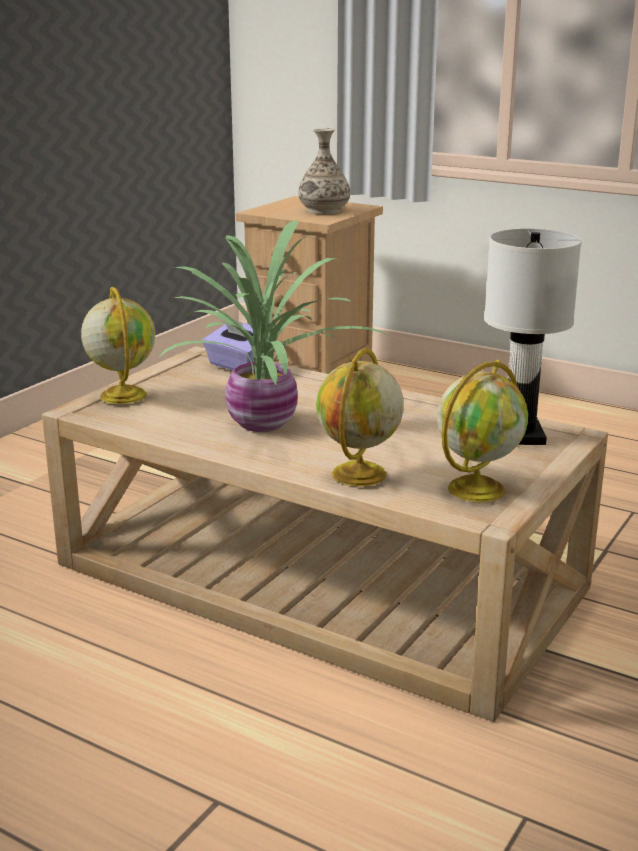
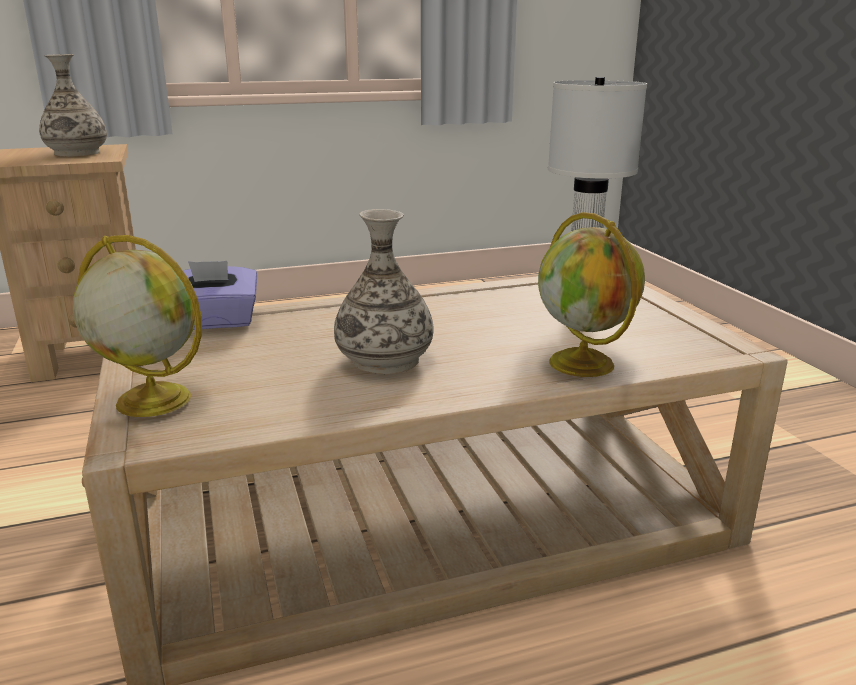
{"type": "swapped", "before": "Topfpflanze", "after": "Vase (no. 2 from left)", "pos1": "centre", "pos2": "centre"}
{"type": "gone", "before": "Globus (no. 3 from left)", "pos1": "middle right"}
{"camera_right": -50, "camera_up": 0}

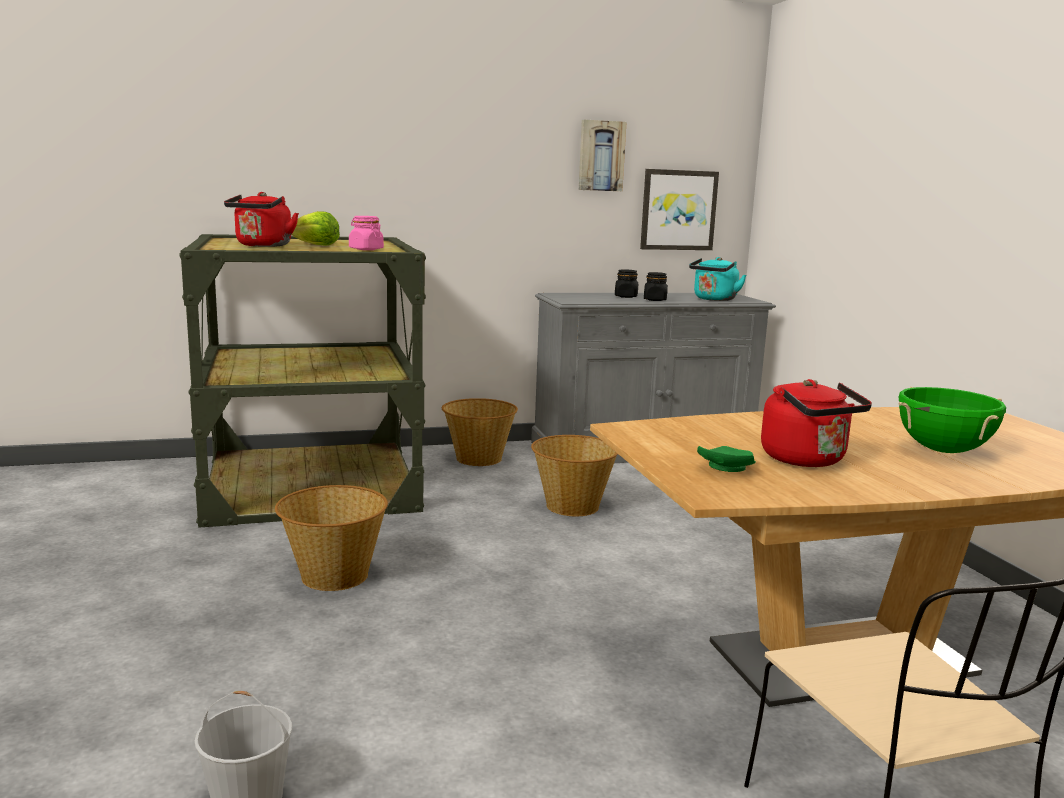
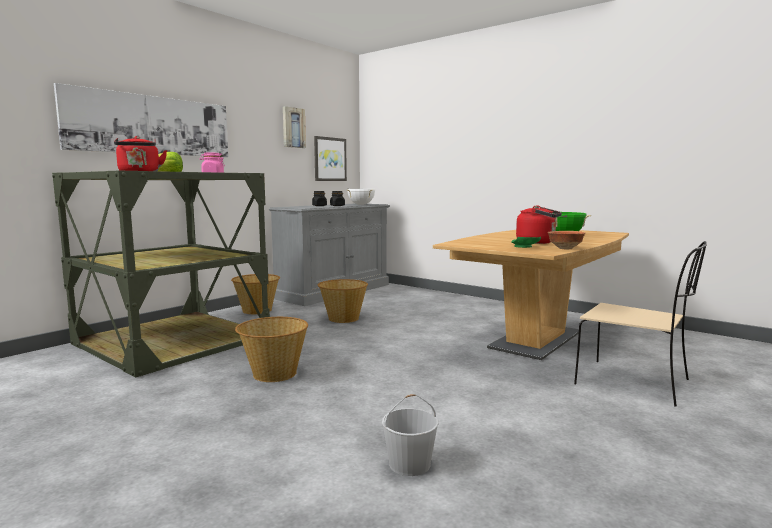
{"type": "swapped", "before": "Wasserkessel/türkis", "after": "Kochtopf/weiß", "pos1": "middle right", "pos2": "centre"}
{"type": "new", "after": "Bild (no. 1 from left)", "pos2": "top left"}
{"type": "new", "after": "Schüssel", "pos2": "middle right"}
{"camera_right": -35, "camera_up": -5}

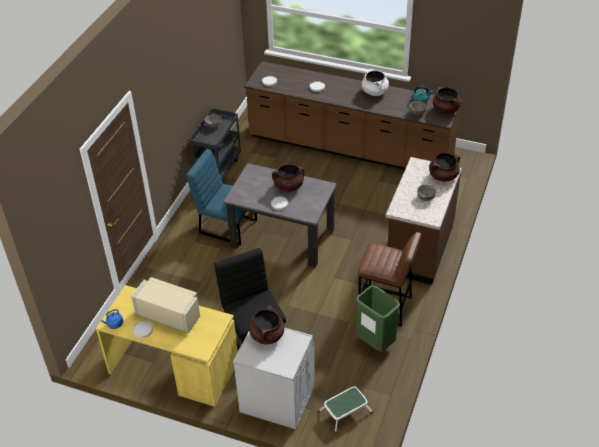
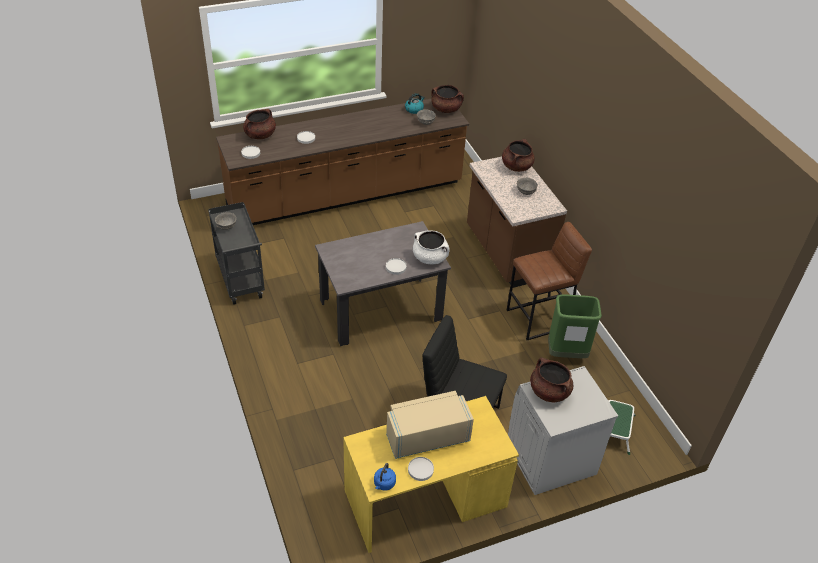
{"type": "shifted", "before": "Kochtopf/weiß", "pos1": "top centre", "pos2": "centre"}
{"type": "gone", "before": "Stuhl/blau", "pos1": "centre"}
{"type": "shifted", "before": "Kochtopf/braun (no. 2 from left in the first image)", "after": "Kochtopf/braun (no. 1 from left)", "pos1": "centre", "pos2": "top left"}
{"camera_right": -45, "camera_up": 0}

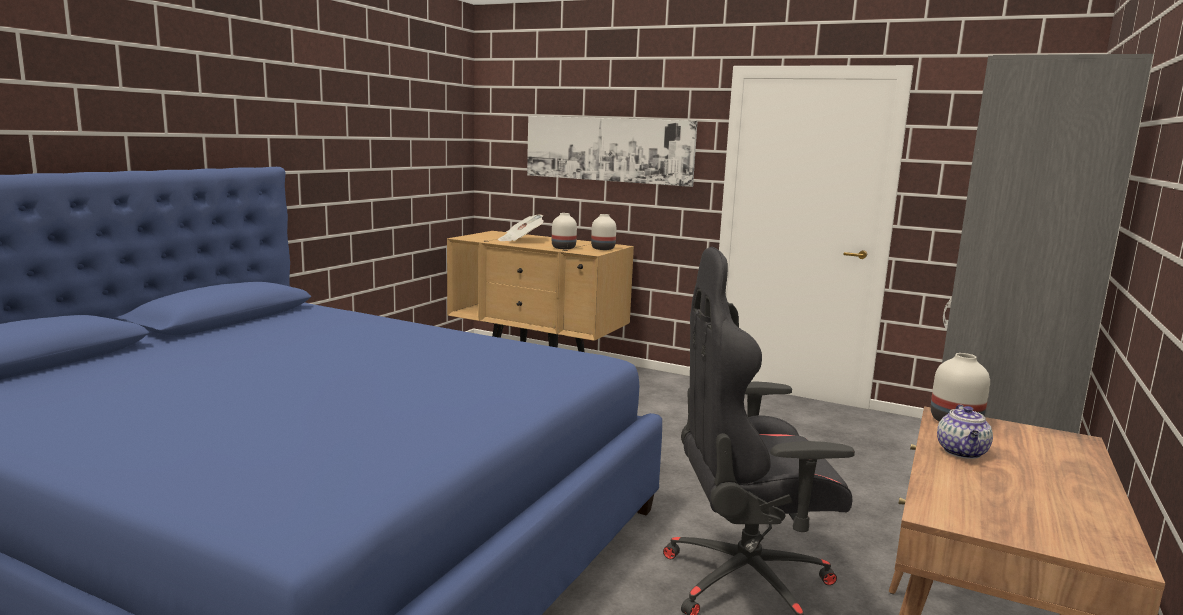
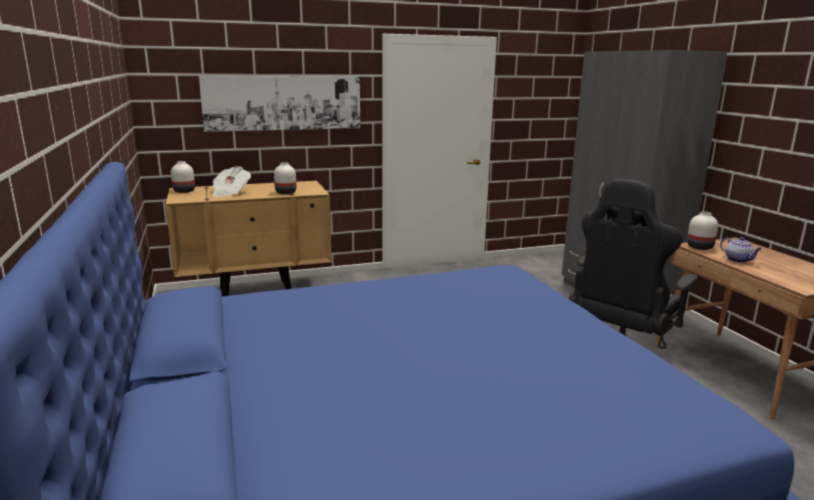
{"type": "shifted", "before": "Vase/weiß (no. 2 from left in the first image)", "after": "Vase/weiß (no. 1 from left)", "pos1": "centre", "pos2": "middle left"}
{"camera_right": -45, "camera_up": 5}

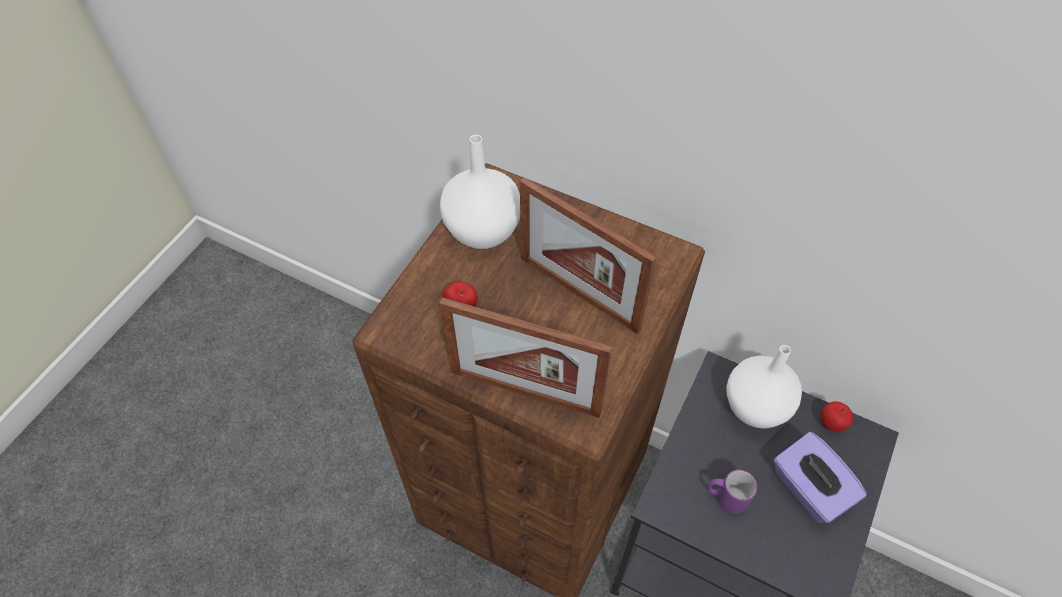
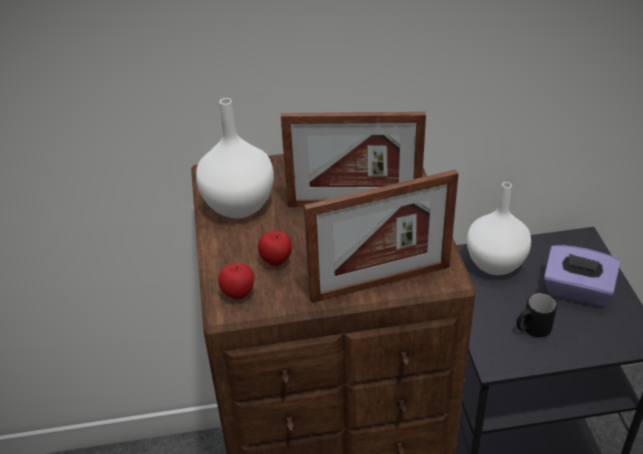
{"type": "shifted", "before": "Apfel (no. 2 from left in the first image)", "after": "Apfel (no. 1 from left)", "pos1": "bottom right", "pos2": "centre"}
{"type": "repainted", "before": "Henkelbecher/lila", "after": "Henkelbecher/schwarz", "pos1": "bottom right", "pos2": "bottom right"}
{"camera_right": -35, "camera_up": -15}

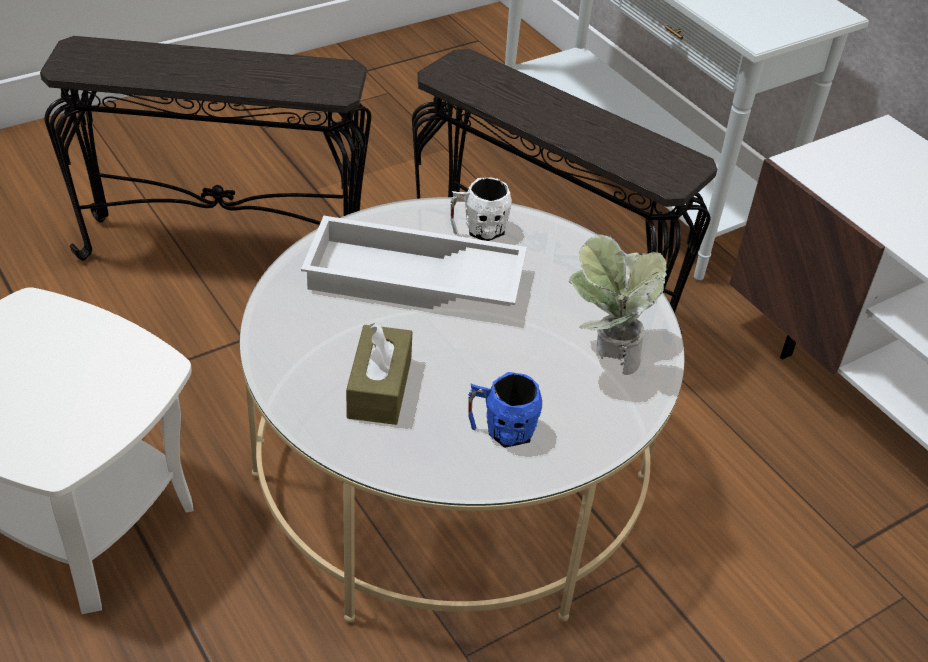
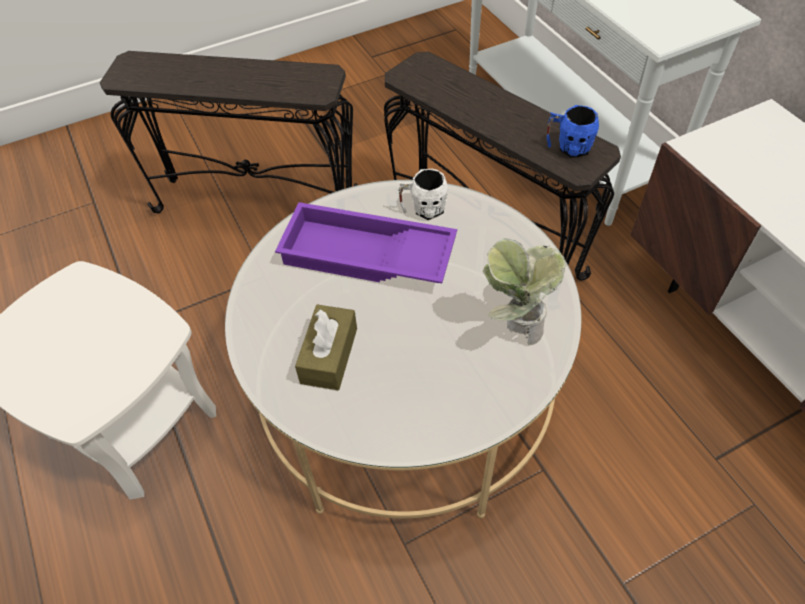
{"type": "repainted", "before": "Tablett/weiß", "after": "Tablett/lila", "pos1": "centre", "pos2": "centre"}
{"type": "shifted", "before": "Henkelbecher/blau", "pos1": "centre", "pos2": "top right"}
{"camera_right": 10, "camera_up": 10}

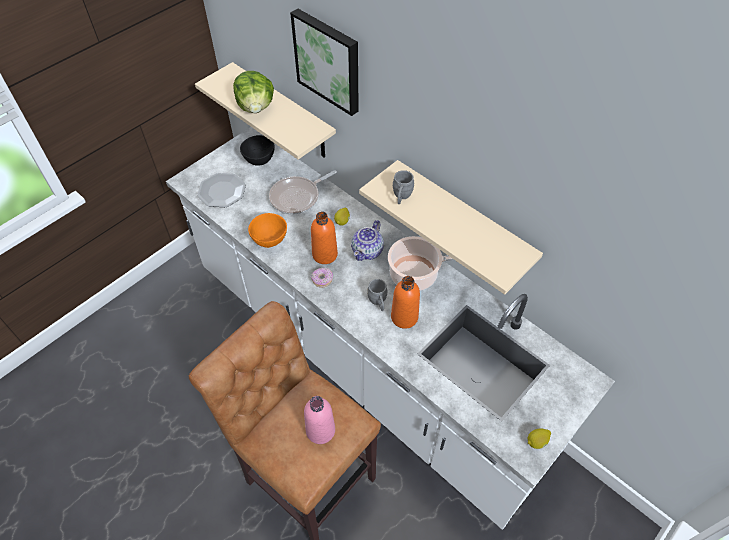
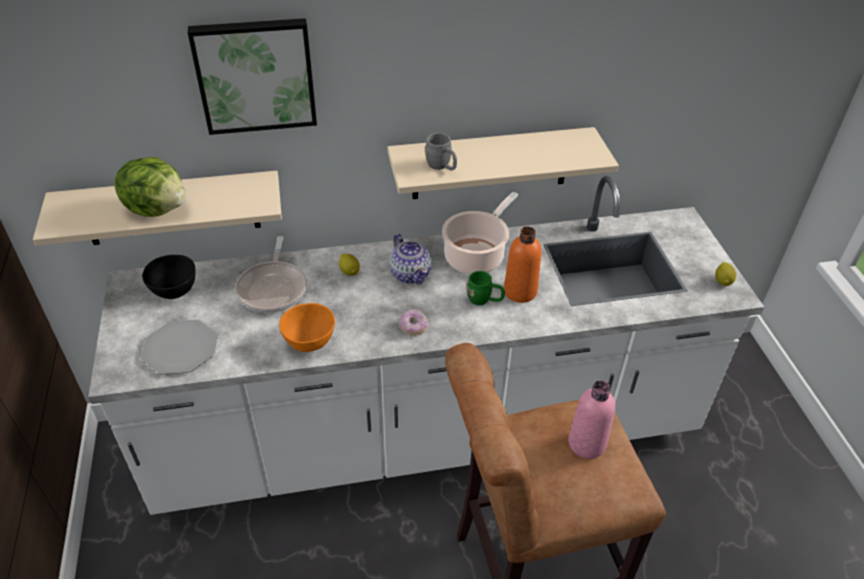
{"type": "gone", "before": "Flasche/orange (no. 1 from left)", "pos1": "centre"}
{"type": "repainted", "before": "Henkelbecher/grau (no. 1 from left)", "after": "Henkelbecher/grün", "pos1": "centre", "pos2": "centre"}
{"camera_right": -55, "camera_up": -10}

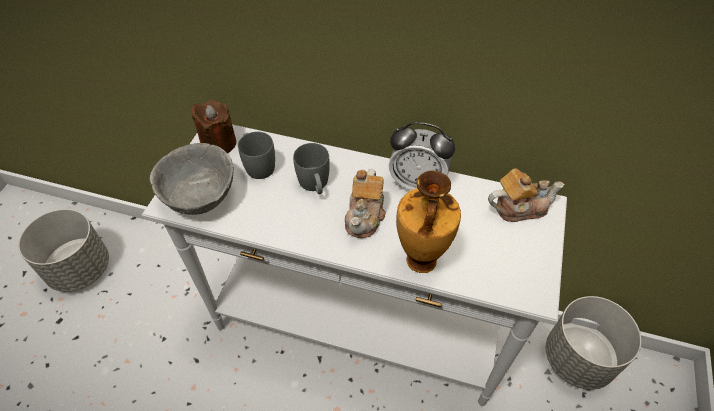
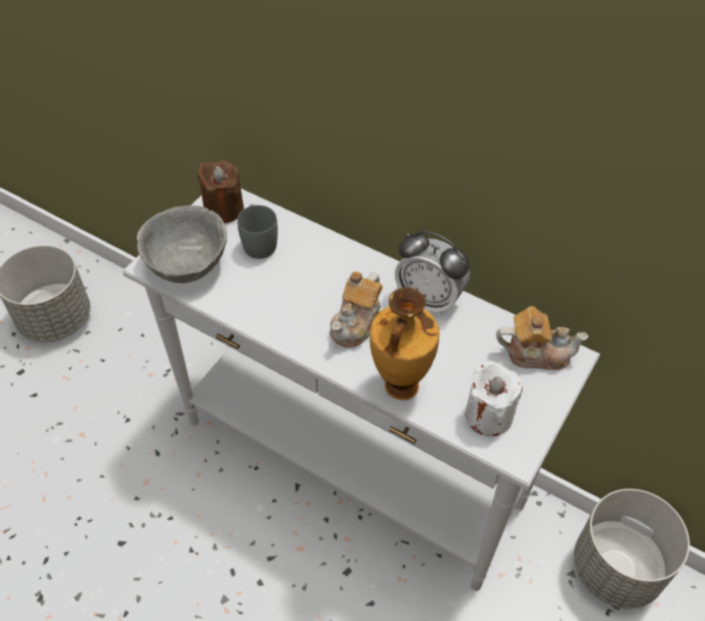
{"type": "gone", "before": "Henkelbecher/grau (no. 2 from left)", "pos1": "centre"}
{"type": "new", "after": "Kerze/weiß", "pos2": "middle right"}
{"camera_right": 15, "camera_up": 0}

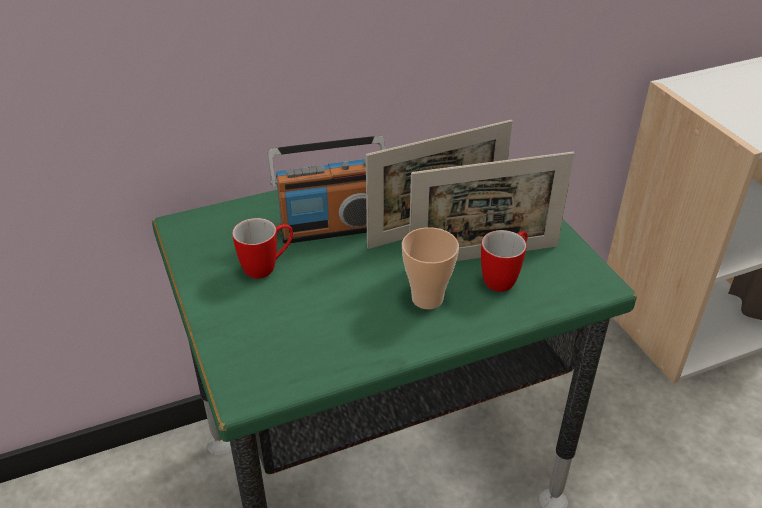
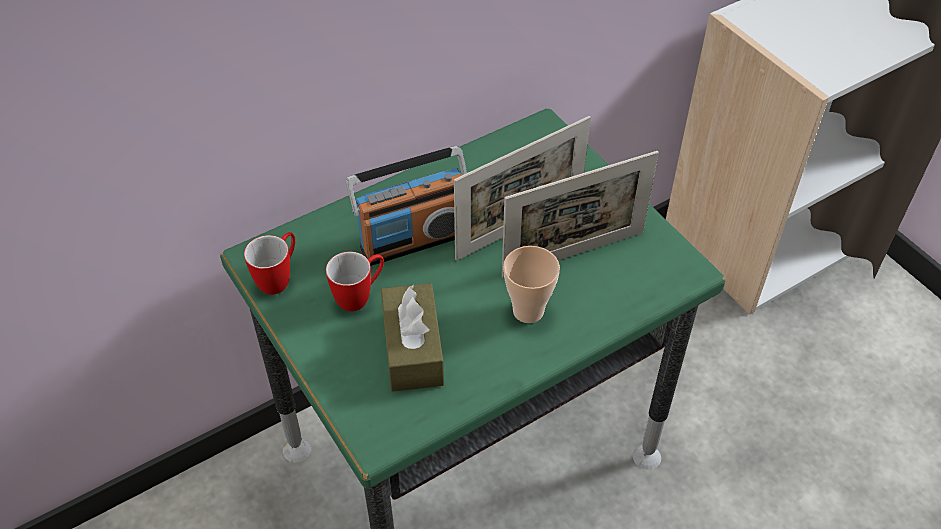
{"type": "shifted", "before": "Henkelbecher (no. 2 from left in the first image)", "after": "Henkelbecher (no. 1 from left)", "pos1": "centre", "pos2": "middle left"}
{"type": "new", "after": "Taschentuchbox/braun", "pos2": "centre"}
{"camera_right": -10, "camera_up": 10}

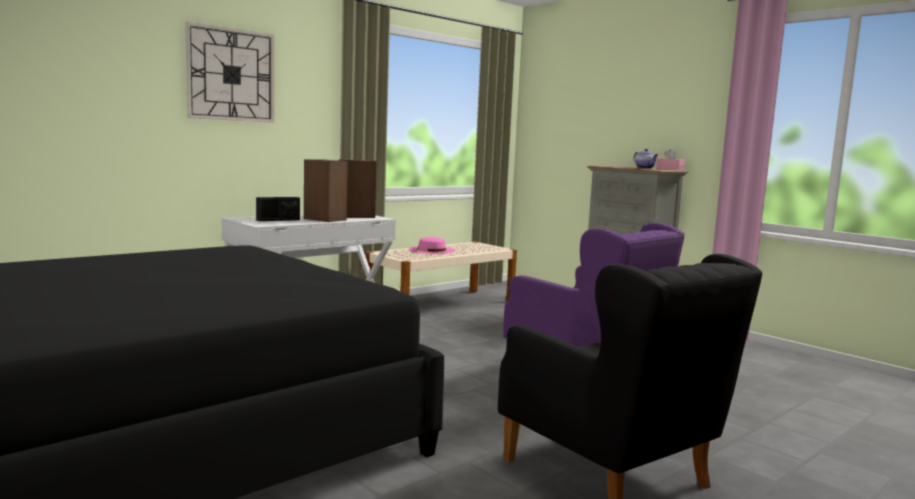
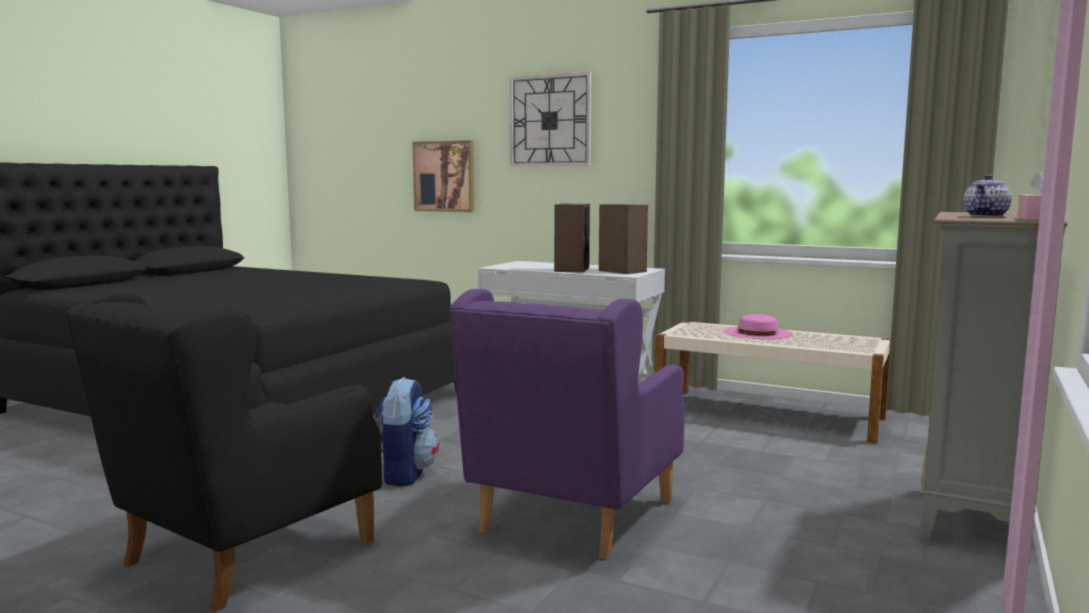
{"type": "gone", "before": "Radio", "pos1": "middle left"}
{"type": "new", "after": "Bild", "pos2": "top centre"}
{"type": "new", "after": "Rucksack", "pos2": "bottom centre"}
{"camera_right": 70, "camera_up": 0}

